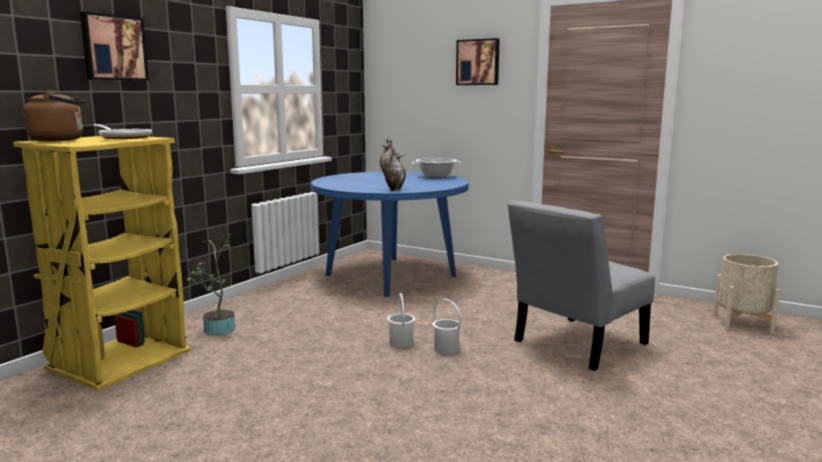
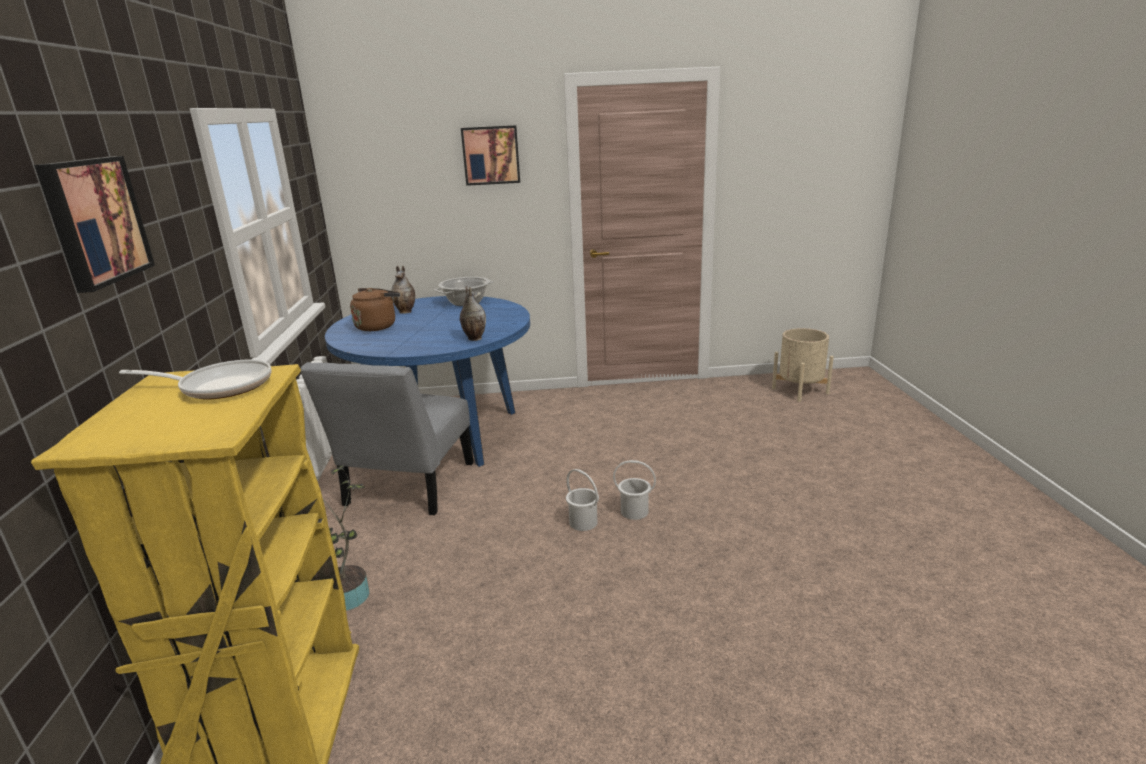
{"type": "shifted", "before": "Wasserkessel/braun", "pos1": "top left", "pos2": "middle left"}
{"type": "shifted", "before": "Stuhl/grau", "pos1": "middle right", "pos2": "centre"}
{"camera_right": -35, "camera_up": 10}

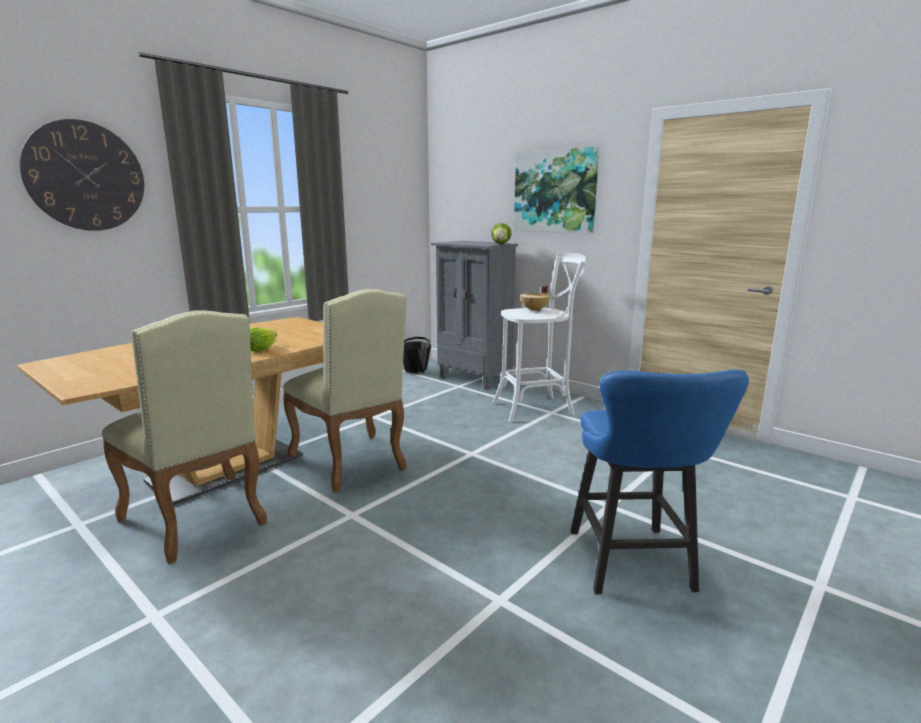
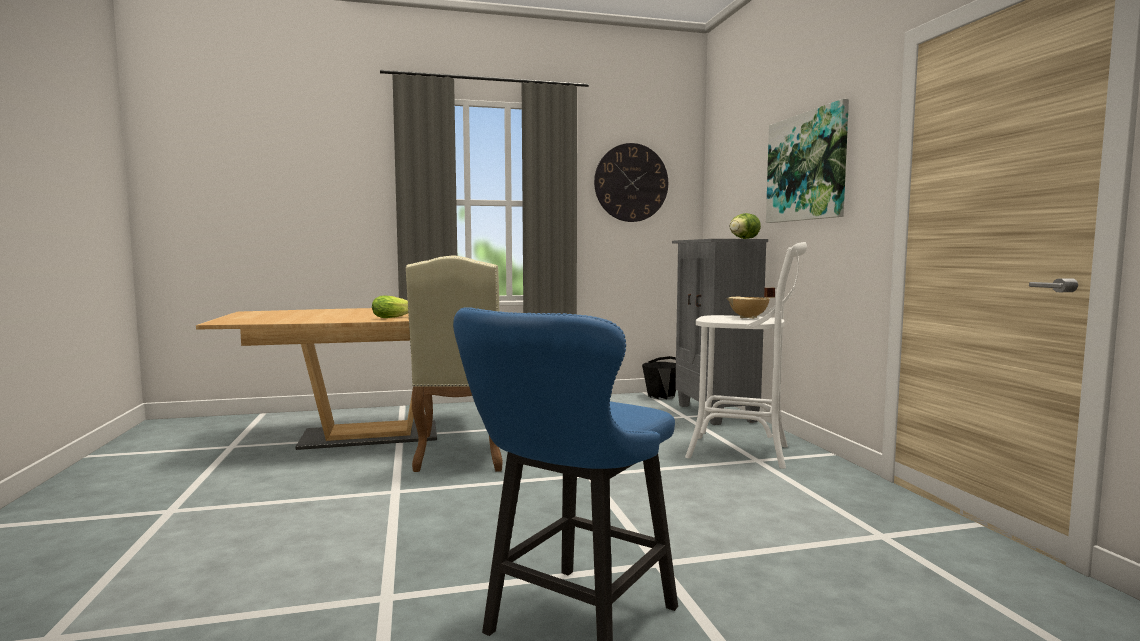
{"type": "shifted", "before": "Wanduhr", "pos1": "top left", "pos2": "top centre"}
{"type": "gone", "before": "Stuhl/beige (no. 1 from left)", "pos1": "middle left"}
{"camera_right": 35, "camera_up": -10}

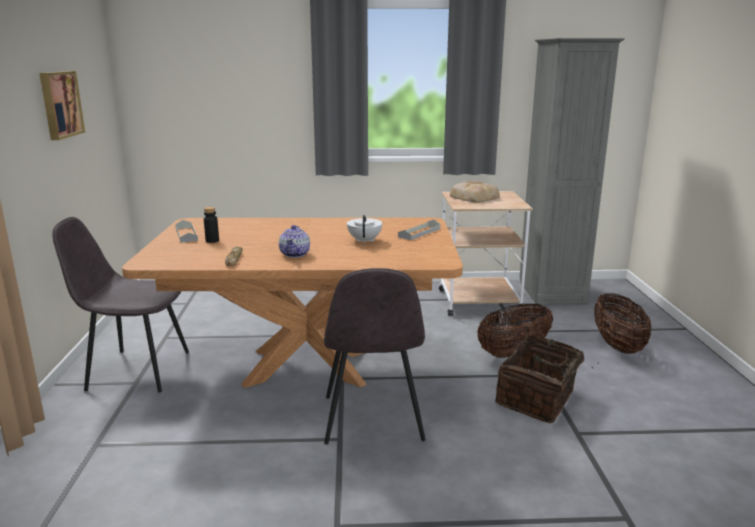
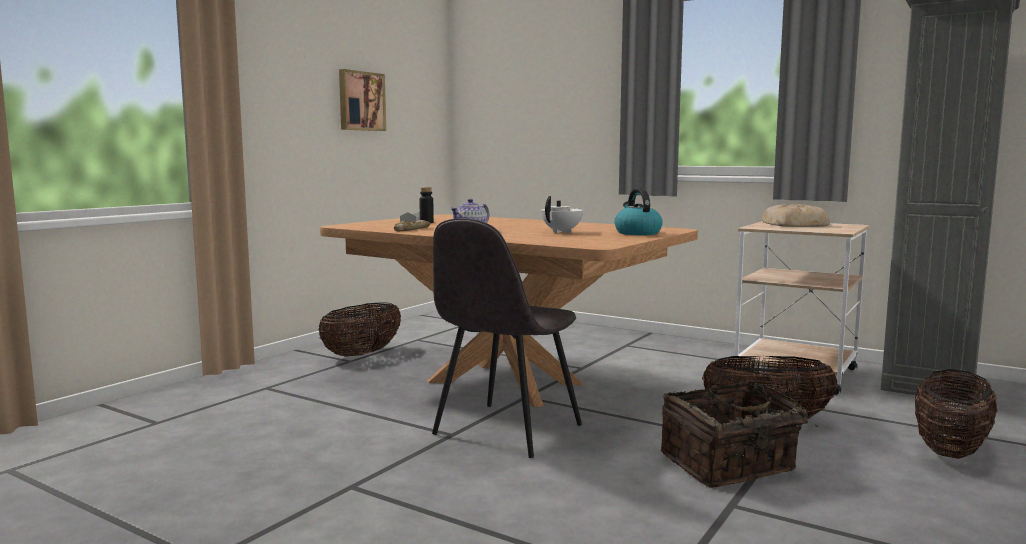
{"type": "swapped", "before": "Stuhl/grau (no. 1 from left)", "after": "Korb (no. 1 from left)", "pos1": "middle left", "pos2": "centre"}
{"type": "swapped", "before": "Tablett/grau (no. 2 from left)", "after": "Wasserkessel", "pos1": "centre", "pos2": "centre"}
{"camera_right": 35, "camera_up": -10}

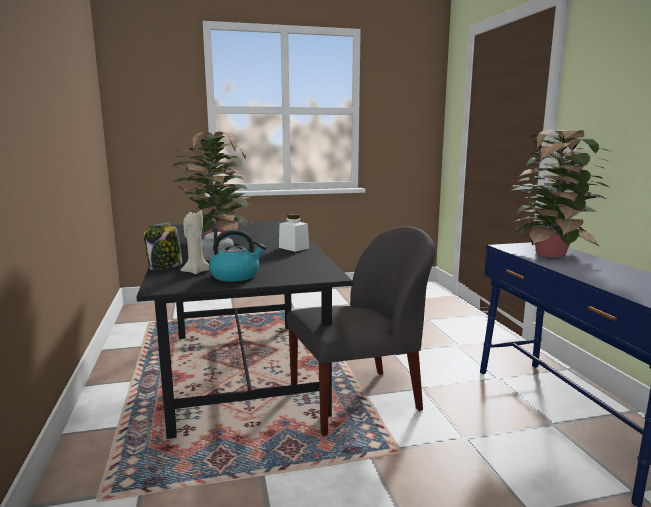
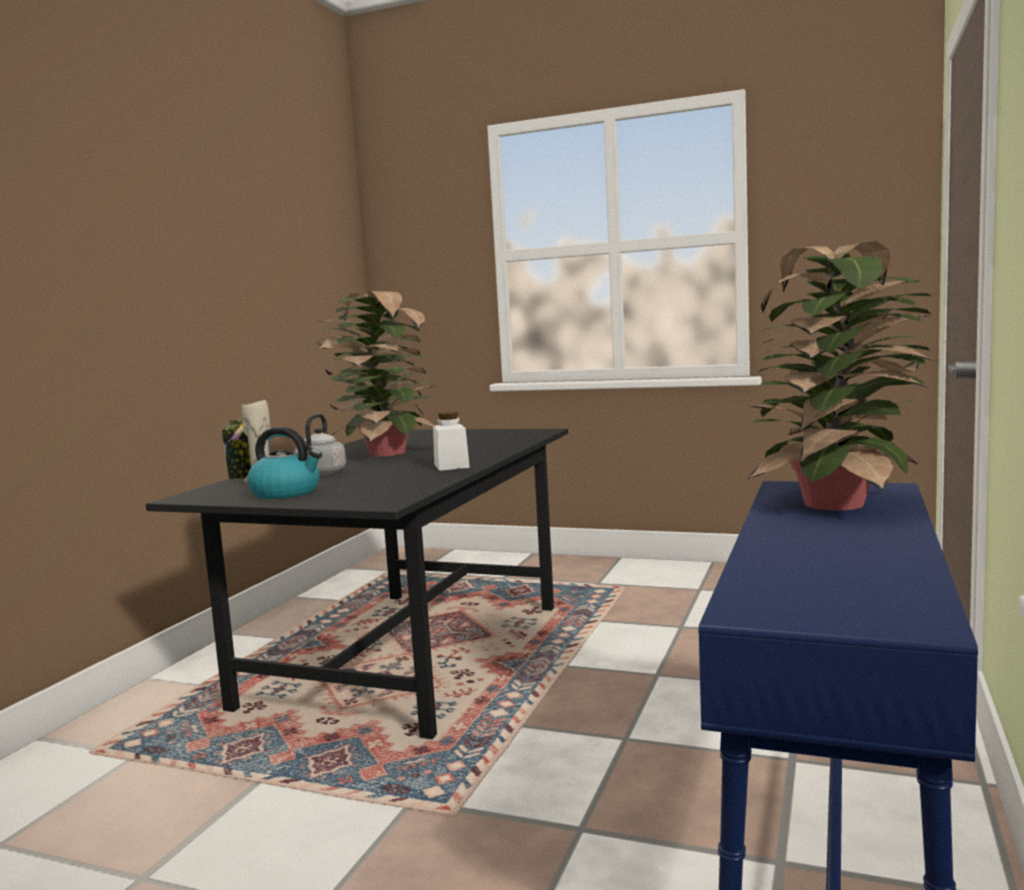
{"type": "gone", "before": "Stuhl/grau", "pos1": "centre"}
{"camera_right": 35, "camera_up": -5}

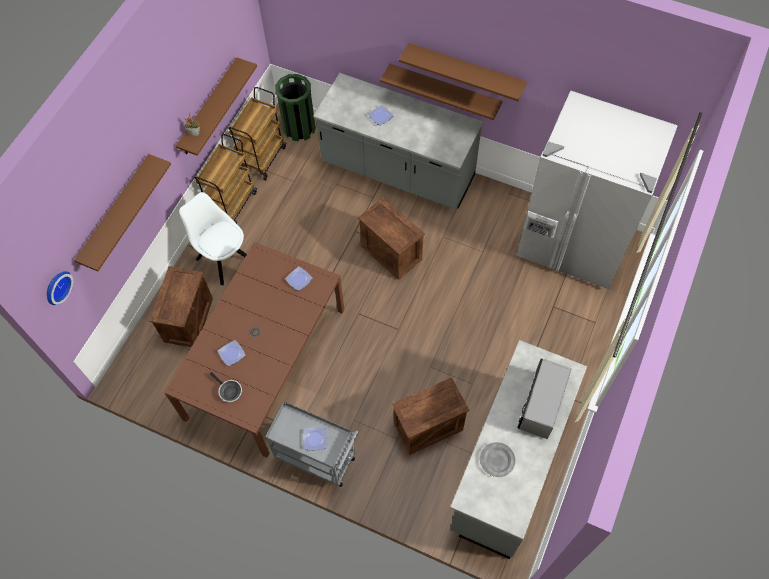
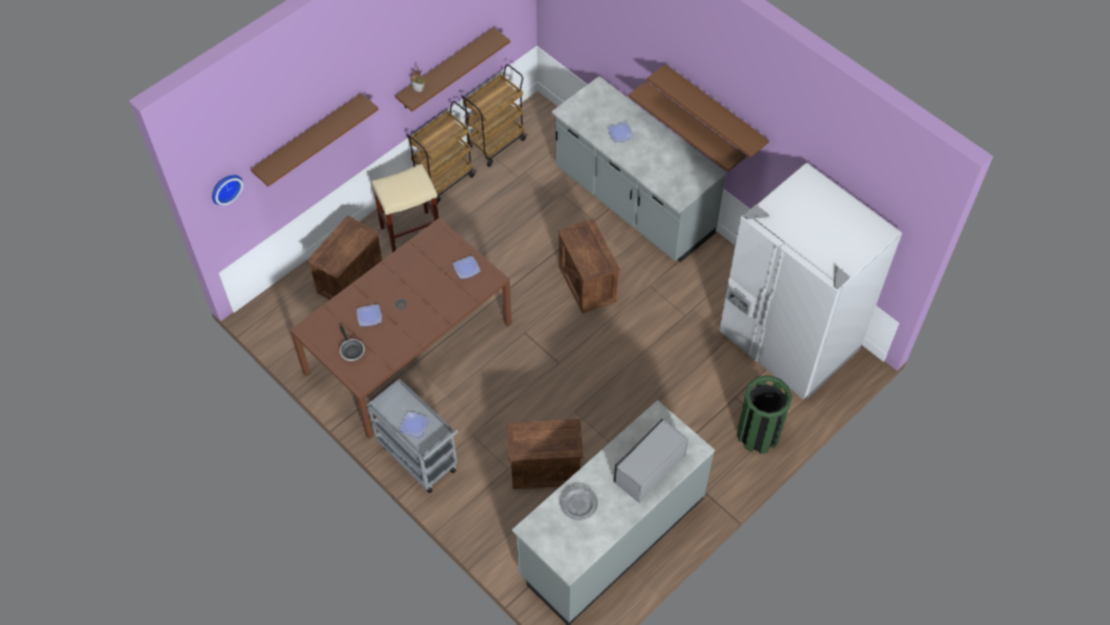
{"type": "shifted", "before": "Mülleimer/grün", "pos1": "top centre", "pos2": "middle right"}
{"type": "swapped", "before": "Stuhl/weiß", "after": "Hocker/beige", "pos1": "middle left", "pos2": "top centre"}
{"camera_right": 20, "camera_up": -5}

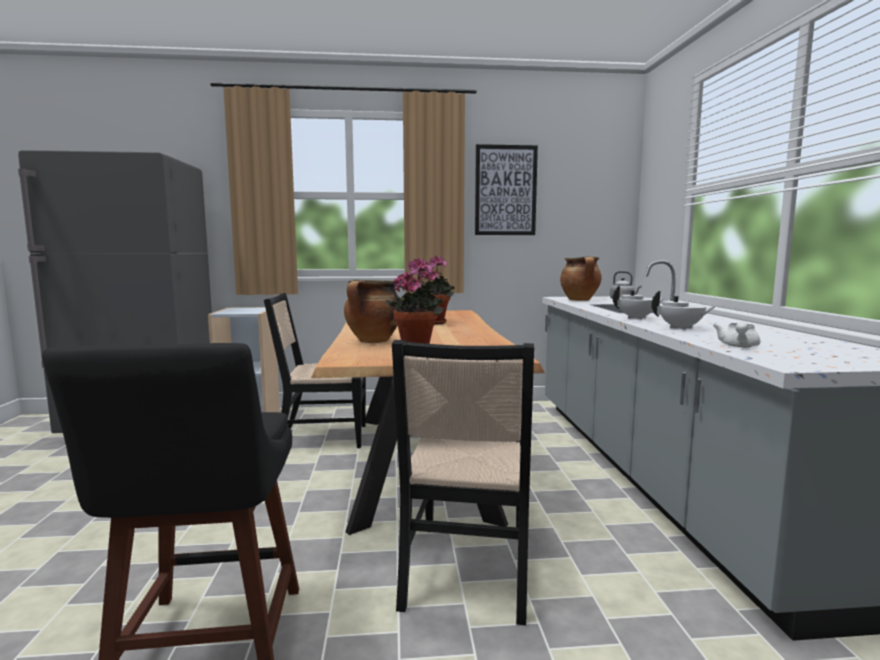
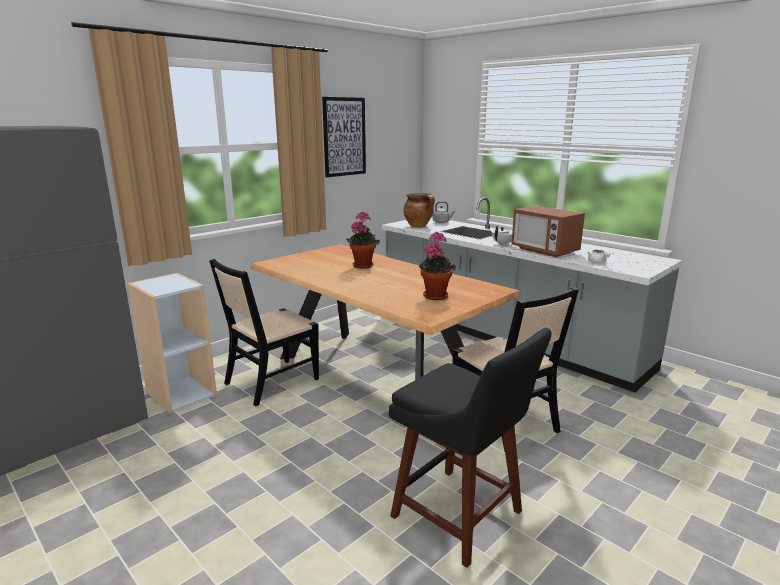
{"type": "gone", "before": "Kochtopf (no. 1 from left)", "pos1": "centre"}
{"type": "swapped", "before": "Teekanne/weiß (no. 2 from left)", "after": "Mikrowelle", "pos1": "middle right", "pos2": "middle right"}
{"camera_right": -40, "camera_up": 10}

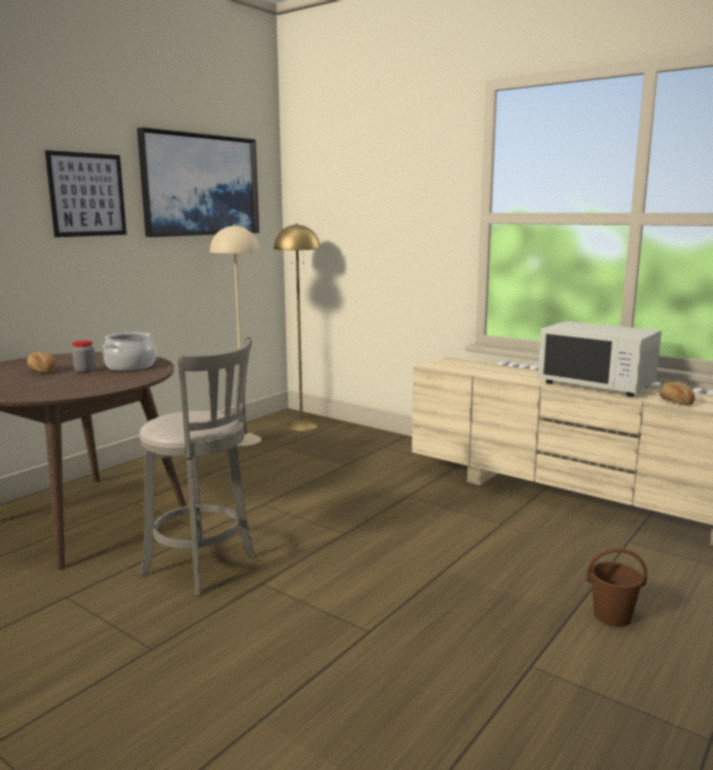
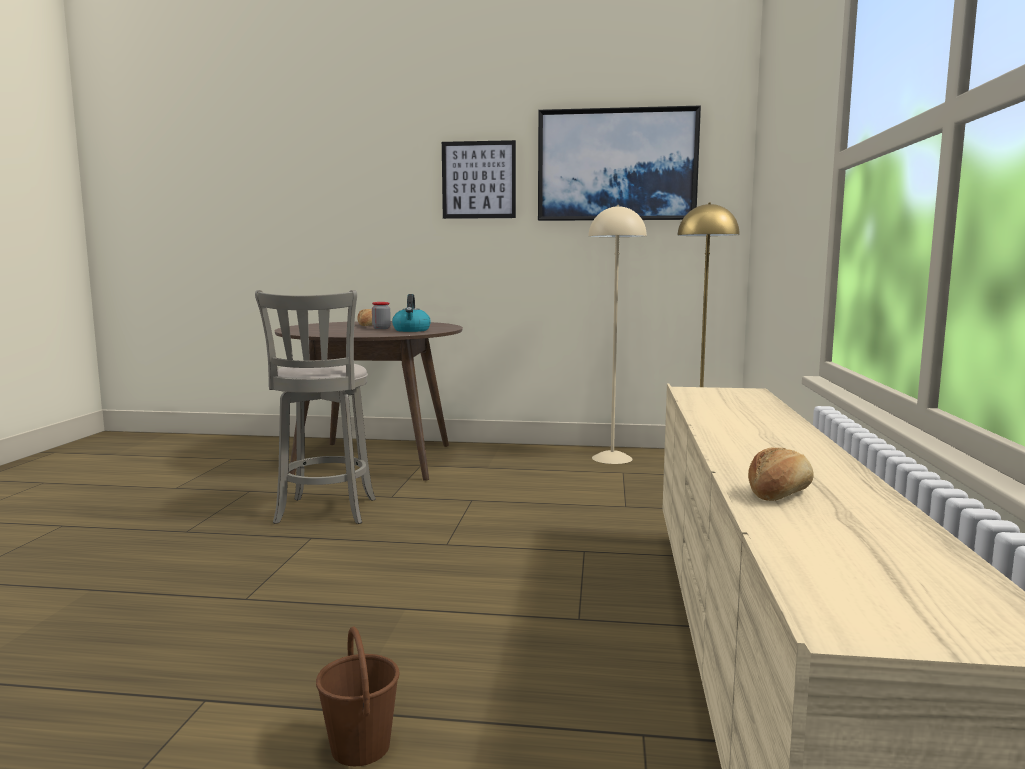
{"type": "gone", "before": "Mikrowelle/weiß", "pos1": "middle right"}
{"type": "swapped", "before": "Kochtopf", "after": "Wasserkessel", "pos1": "middle left", "pos2": "centre"}
{"camera_right": 60, "camera_up": -5}

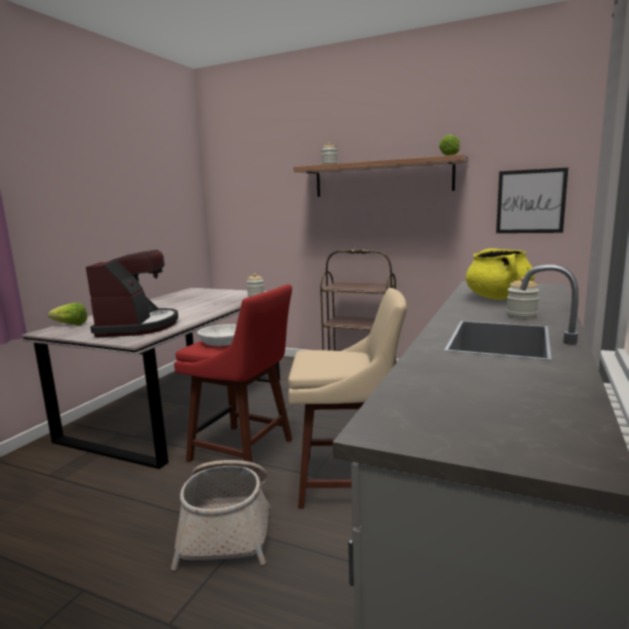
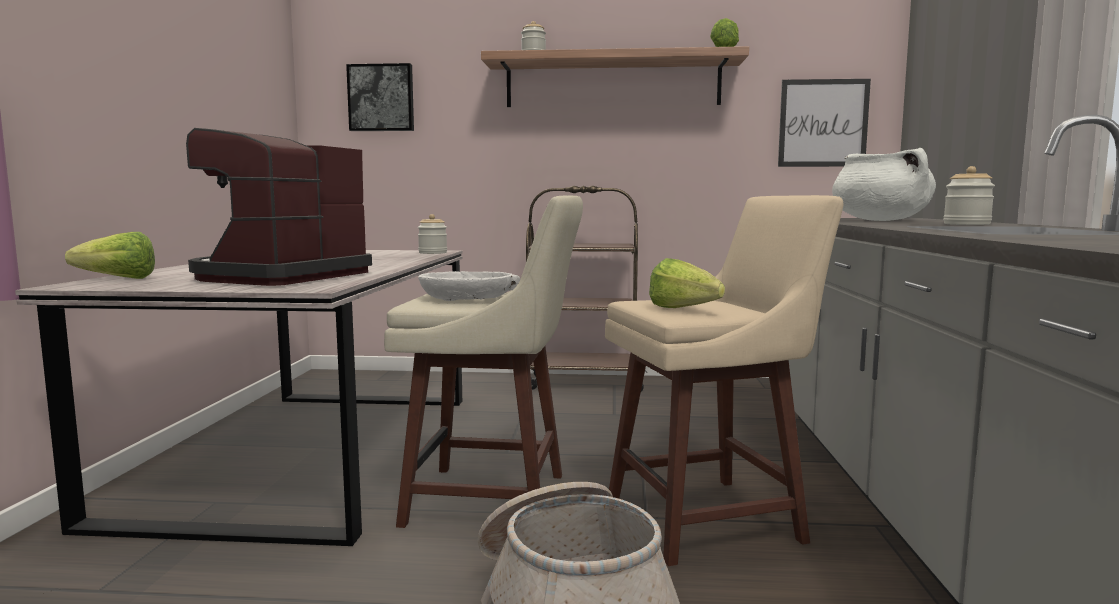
{"type": "repainted", "before": "Kochtopf/gelb", "after": "Kochtopf/weiß", "pos1": "middle right", "pos2": "top right"}
{"type": "rotated", "before": "Kaffeemaschine", "pos1": "middle left", "pos2": "middle left", "turn": -135}
{"type": "repainted", "before": "Hocker/rot", "after": "Hocker/beige (no. 1 from left)", "pos1": "centre", "pos2": "centre"}
{"type": "new", "after": "Bild (no. 1 from left)", "pos2": "top centre"}
{"type": "new", "after": "Salatkopf (no. 2 from left)", "pos2": "centre"}
{"camera_right": -20, "camera_up": -5}

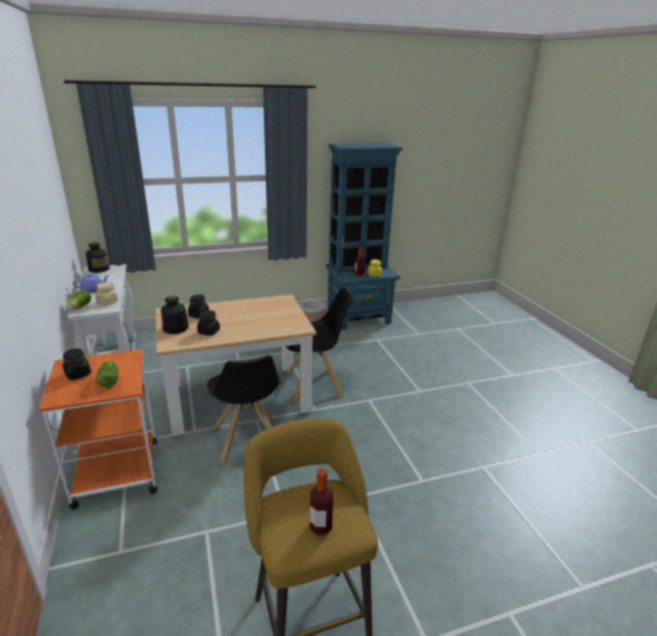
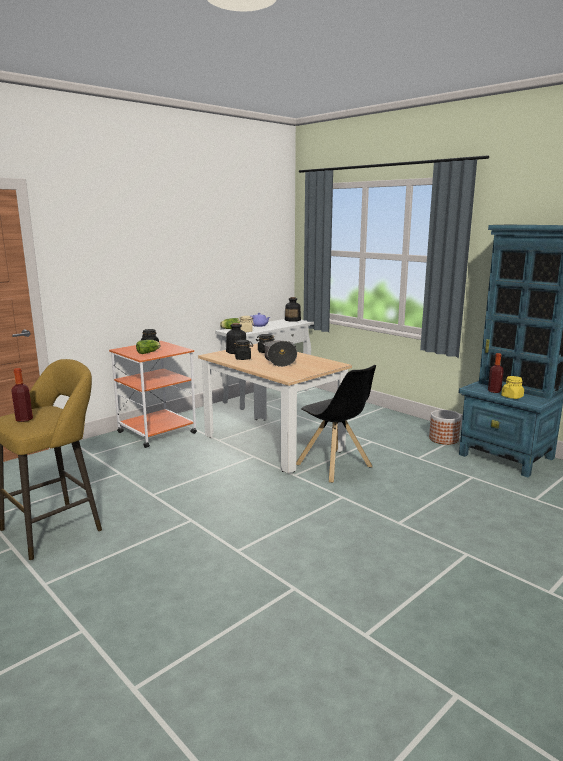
{"type": "gone", "before": "Stuhl/schwarz (no. 1 from left)", "pos1": "centre"}
{"type": "new", "after": "Kochtopf", "pos2": "centre"}
{"camera_right": 65, "camera_up": -10}

